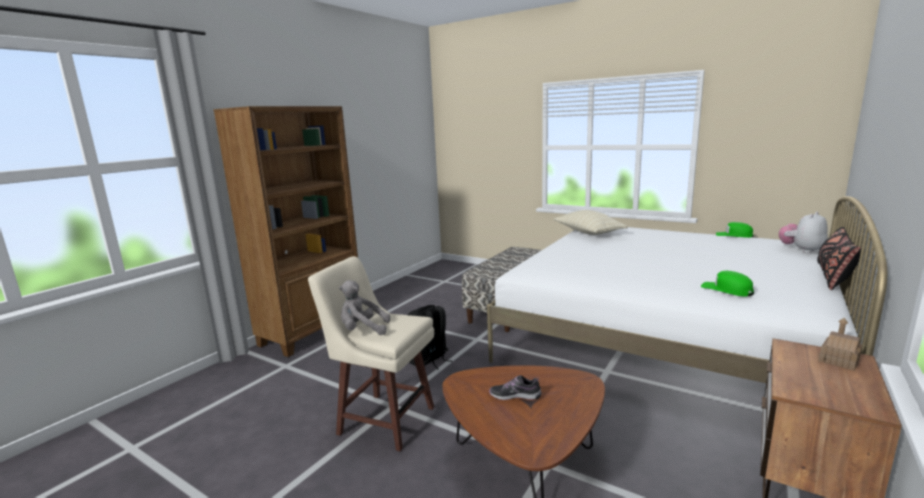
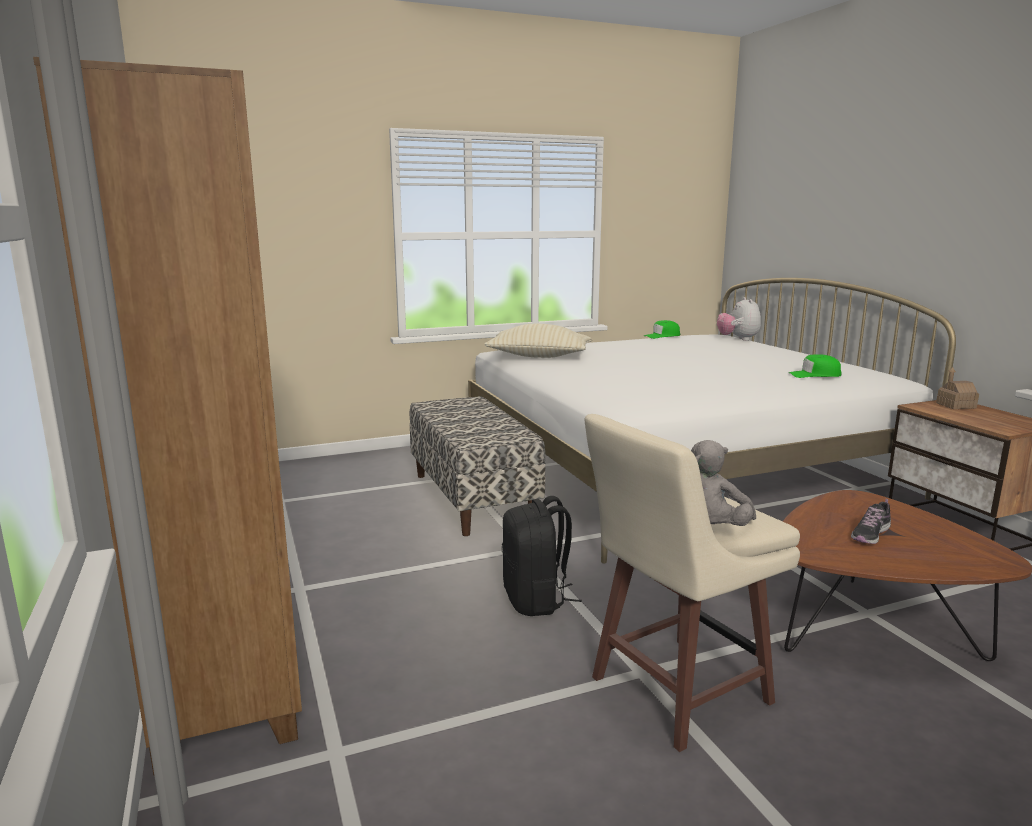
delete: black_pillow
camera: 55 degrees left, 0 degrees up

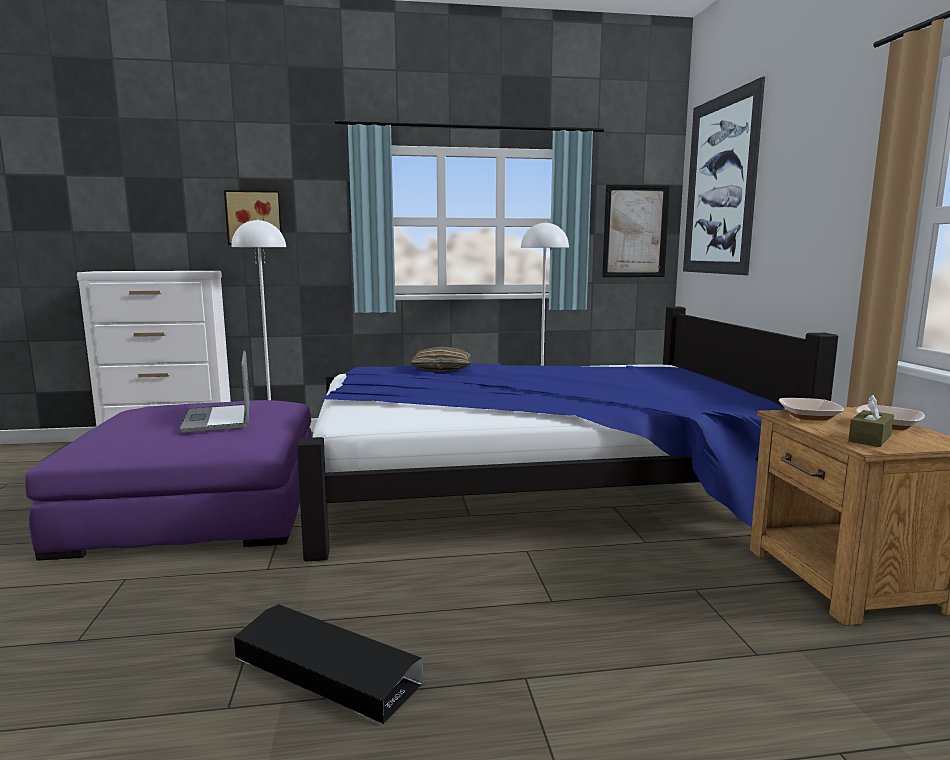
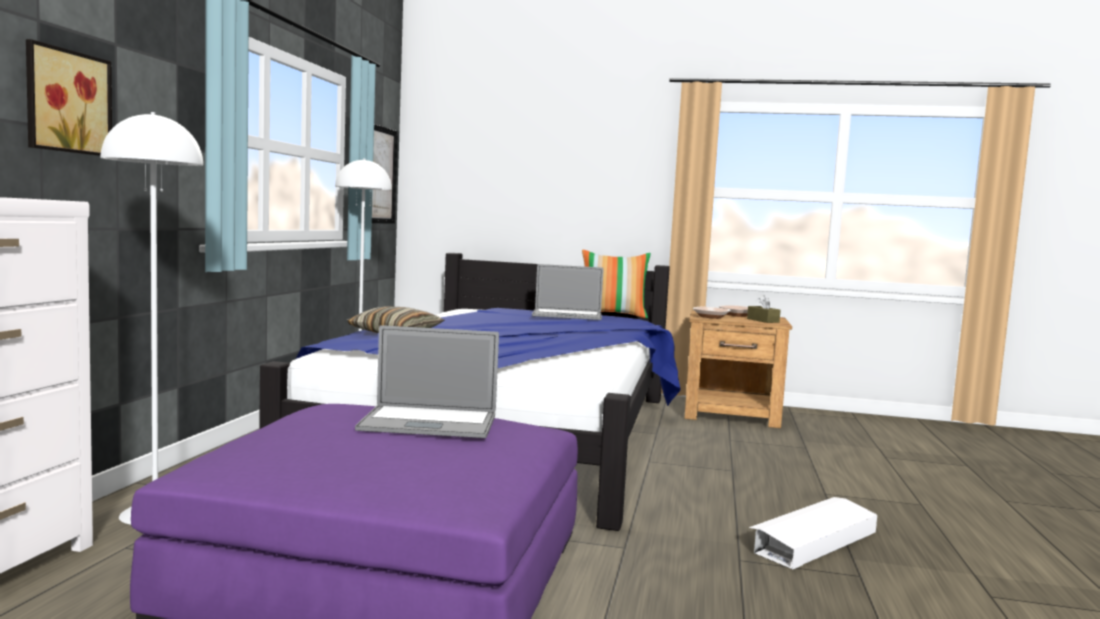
delete: picture (3rd from left)
insert: laptop (2nd from left); pillow (2nd from left)
recolor: black_storage_box to white_storage_box
camera: 70 degrees left, 5 degrees down

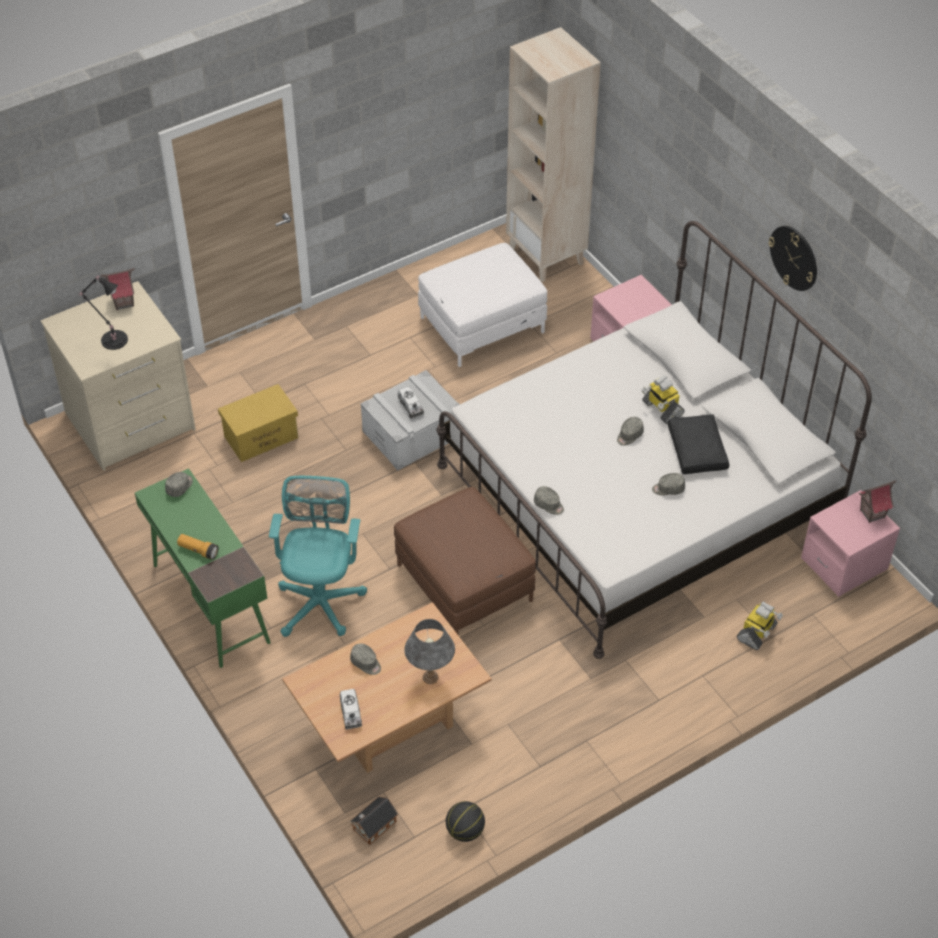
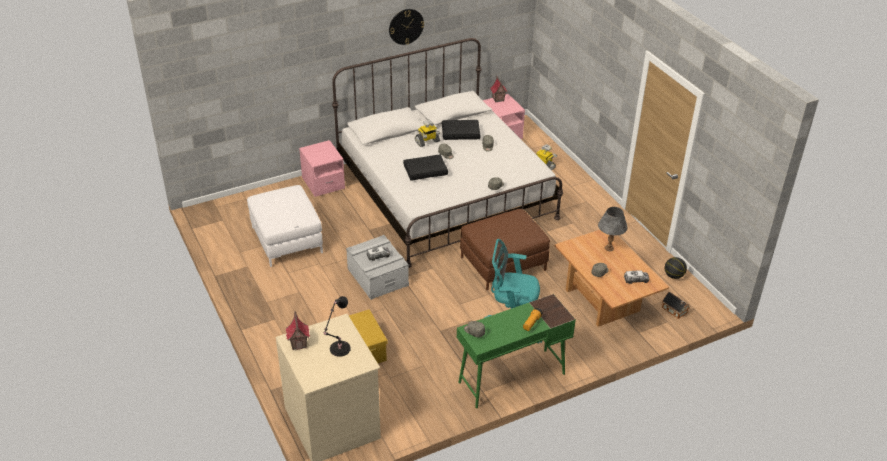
delete: beige_bookcase
insert: black_pillow (1st from left)
camera: 85 degrees left, 10 degrees down

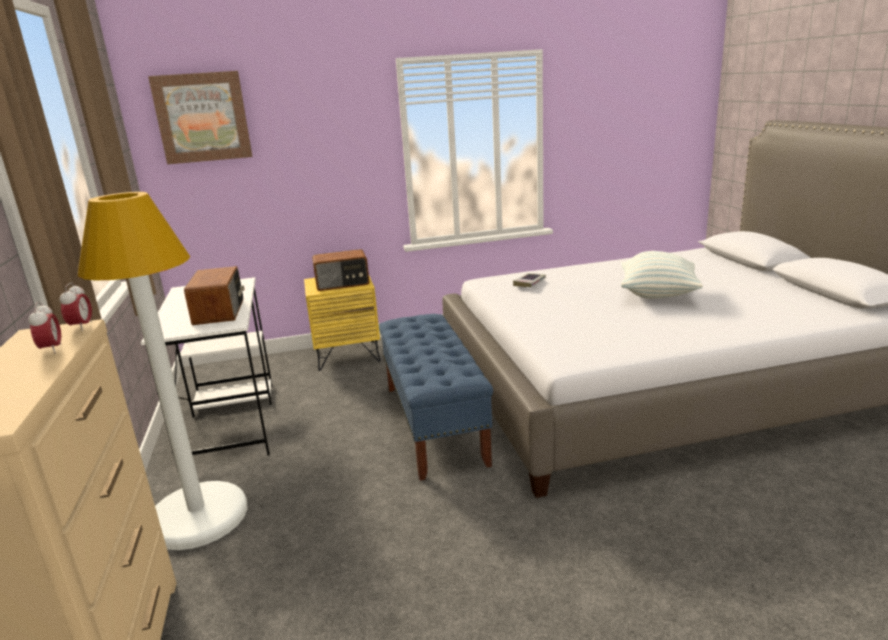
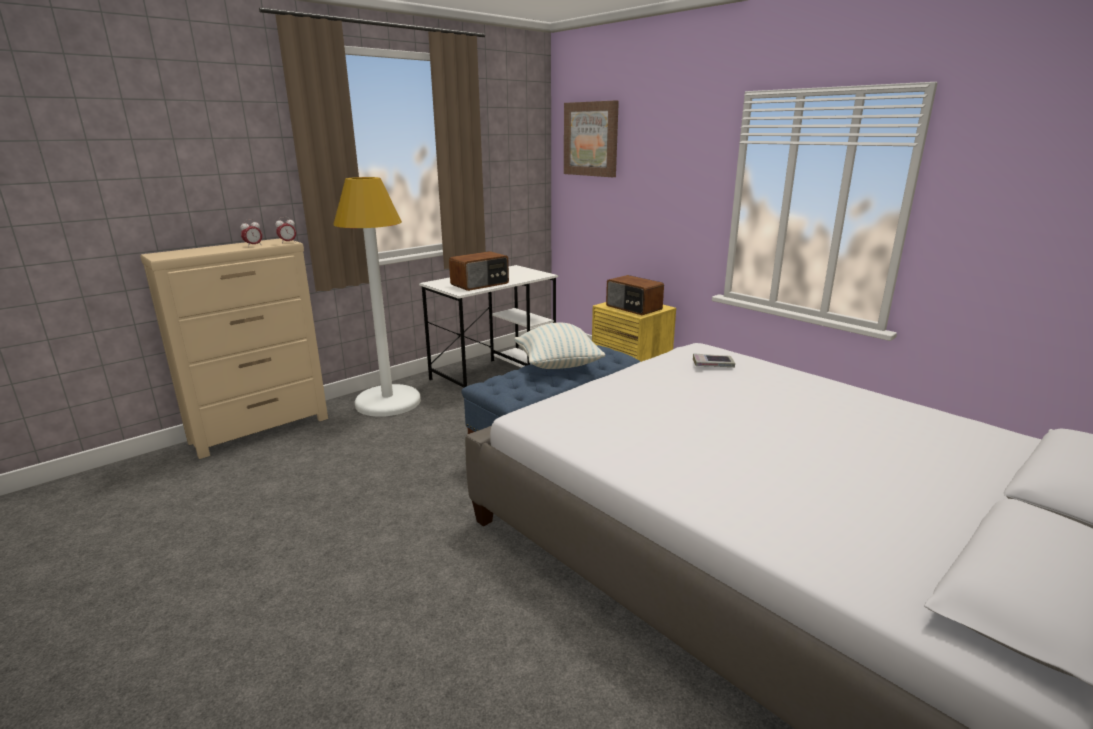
move: pillow
camera: 60 degrees right, 0 degrees up

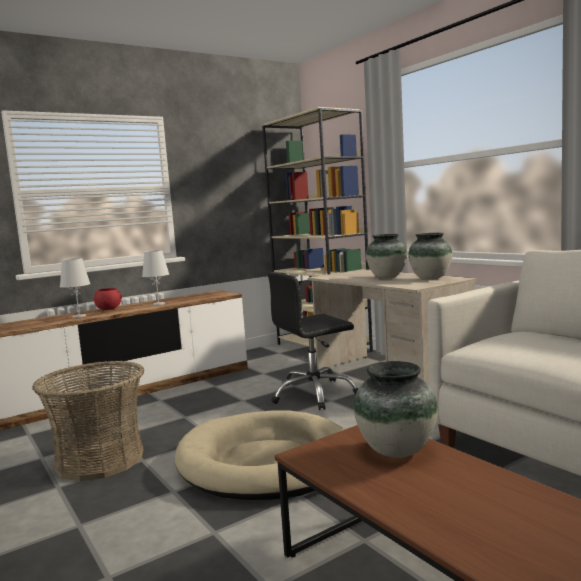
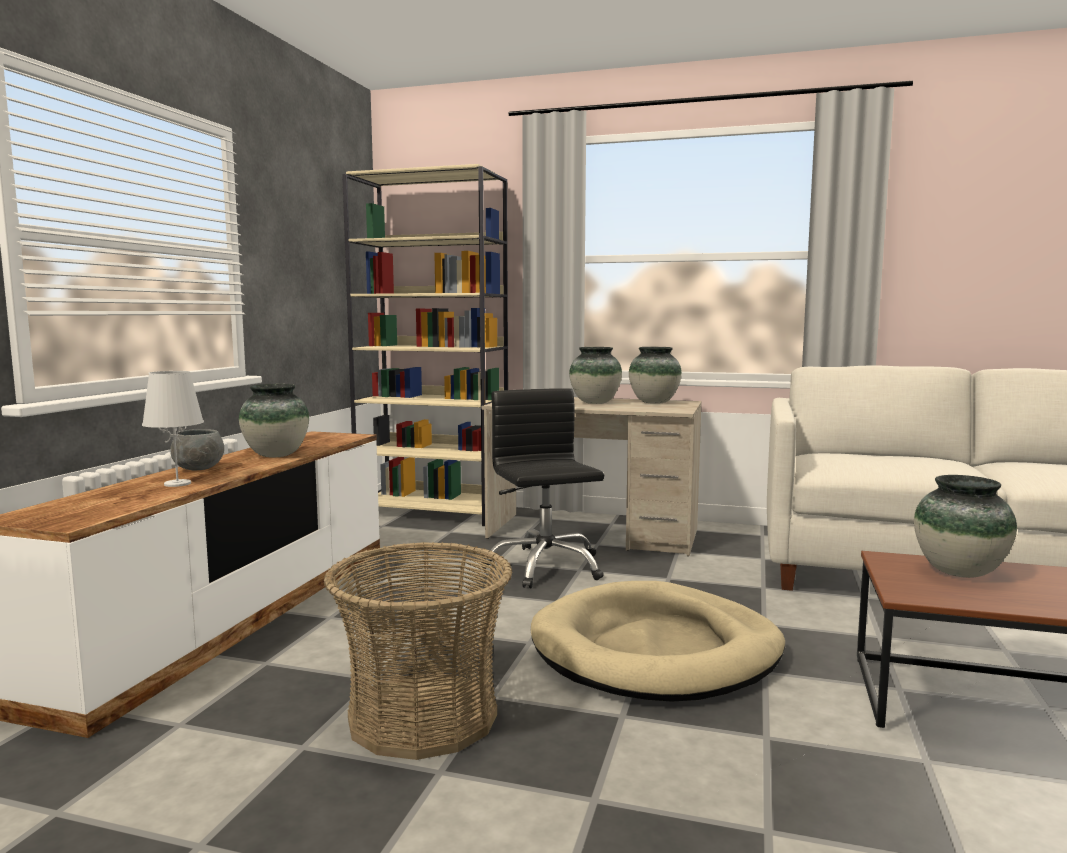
replace: white_table_lamp (2nd from left) to vase (1st from left)
recolor: red_bowl to grey_bowl
rotate: black_office_chair 135 degrees clockwise
camera: 40 degrees left, 0 degrees up

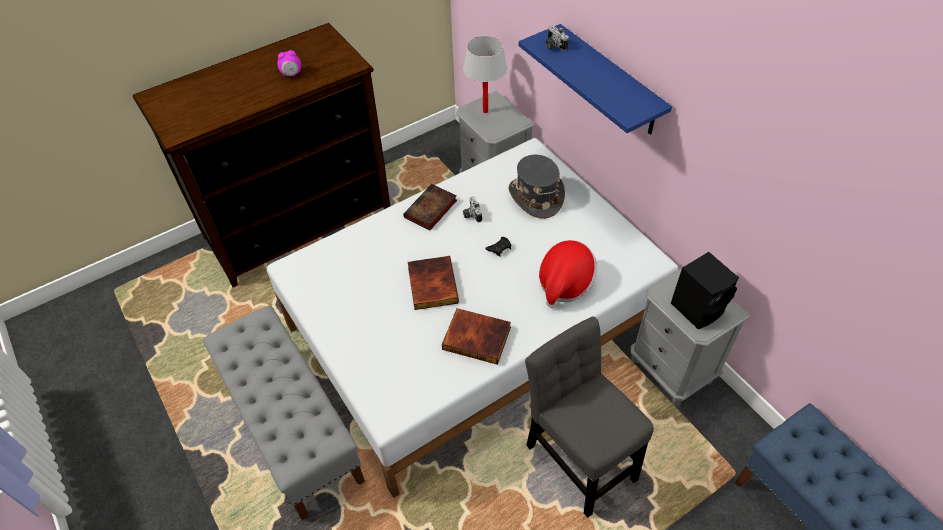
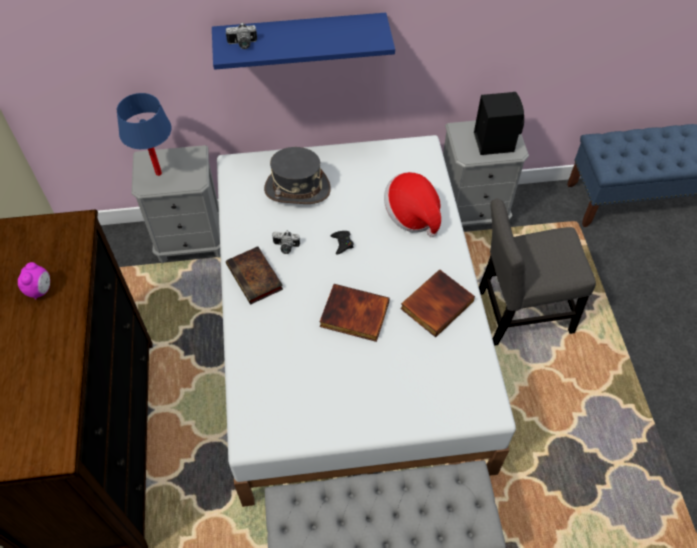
recolor: white_table_lamp to blue_table_lamp
camera: 65 degrees left, 5 degrees up

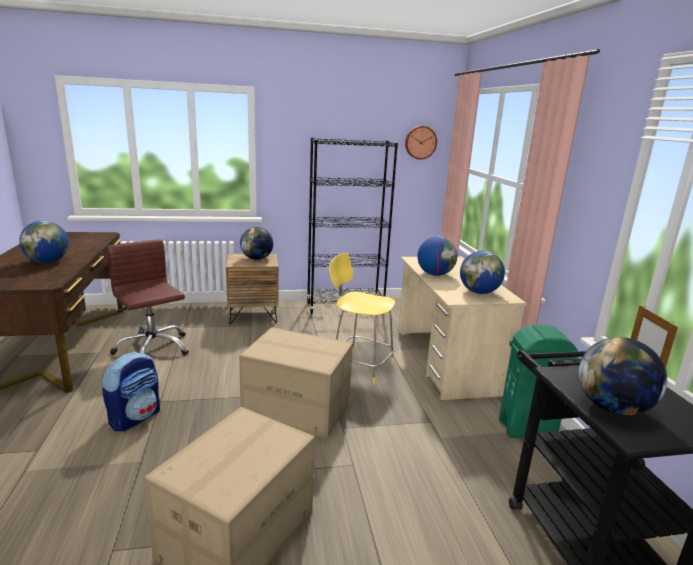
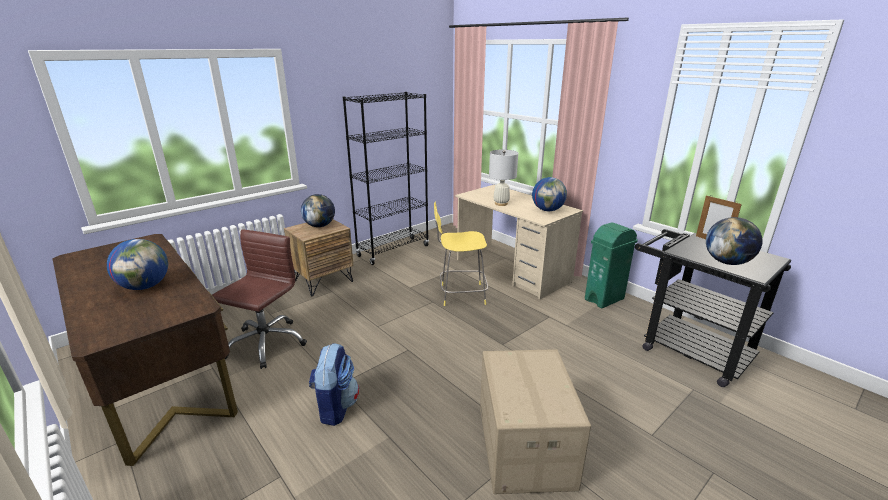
delete: cardboard_box (2nd from left); wall_clock
replace: globe (3rd from left) to white_table_lamp
rotate: brown_office_chair 90 degrees clockwise
camera: 30 degrees left, 5 degrees up

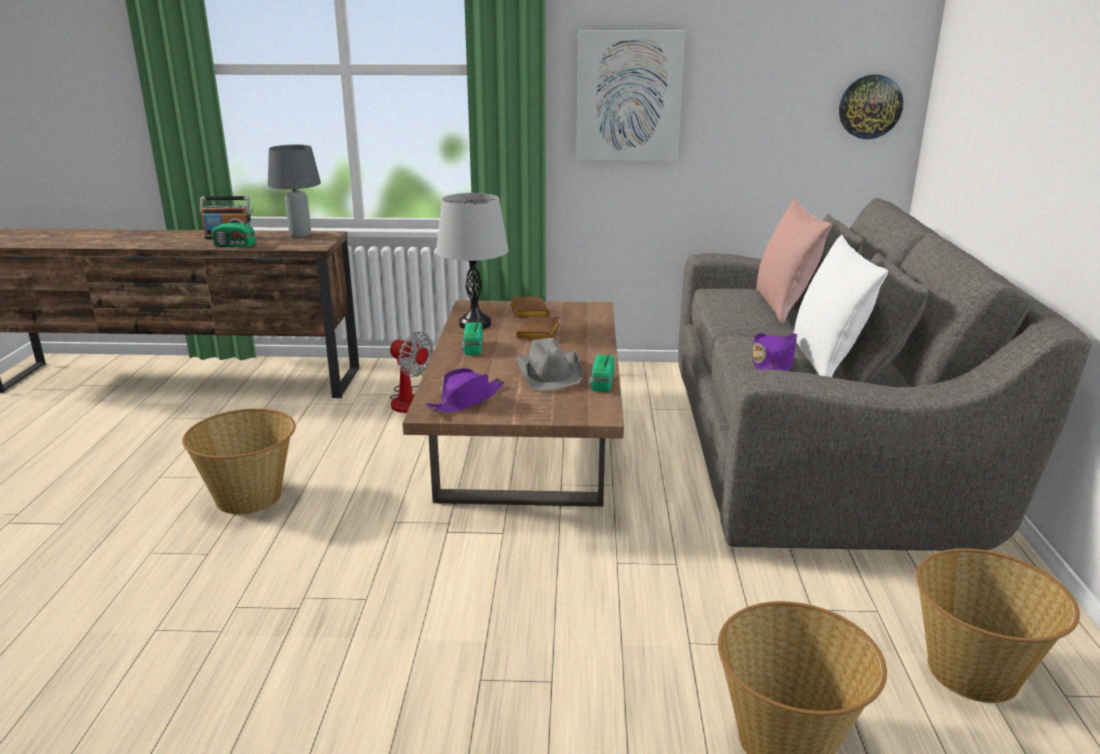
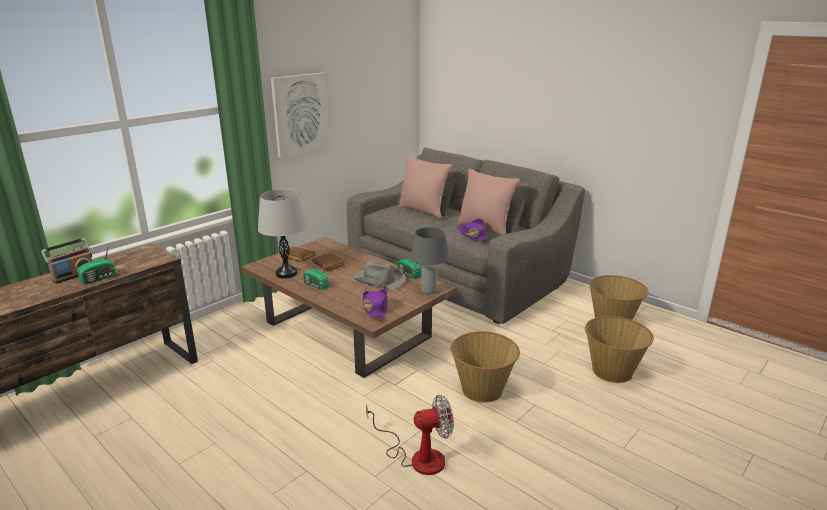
delete: wall_clock
move: fan; grey_table_lamp (1st from left in the first image) to grey_table_lamp (2nd from left); basket (1st from left)
recolor: white_pillow to pink_pillow (2nd from left)
camera: 50 degrees left, 0 degrees up

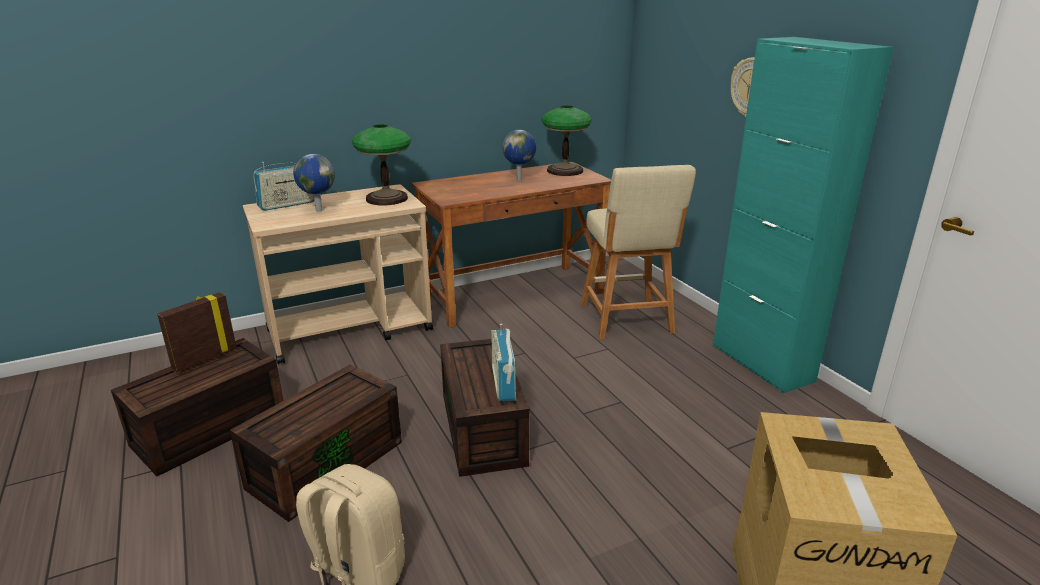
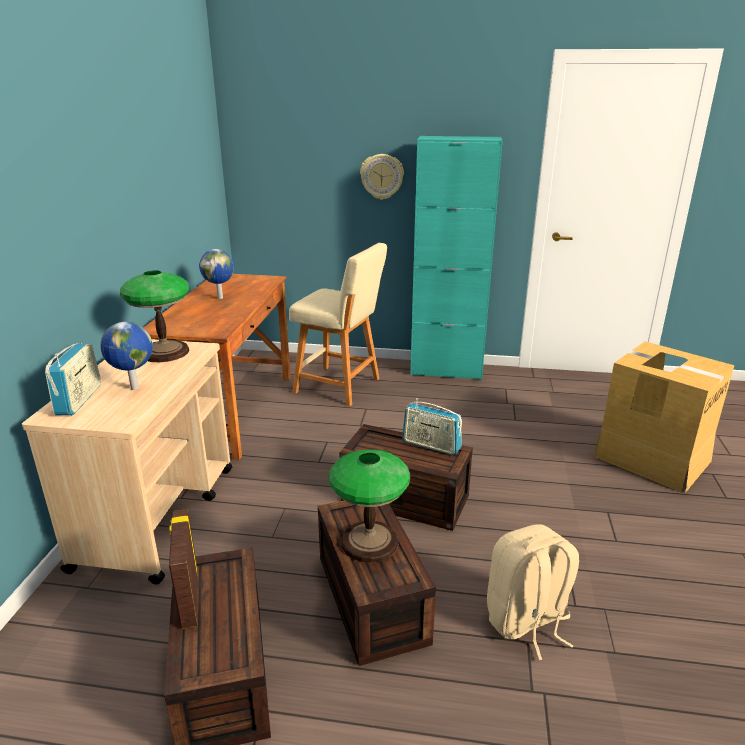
move: table_lamp (2nd from left)
camera: 55 degrees left, 0 degrees up

